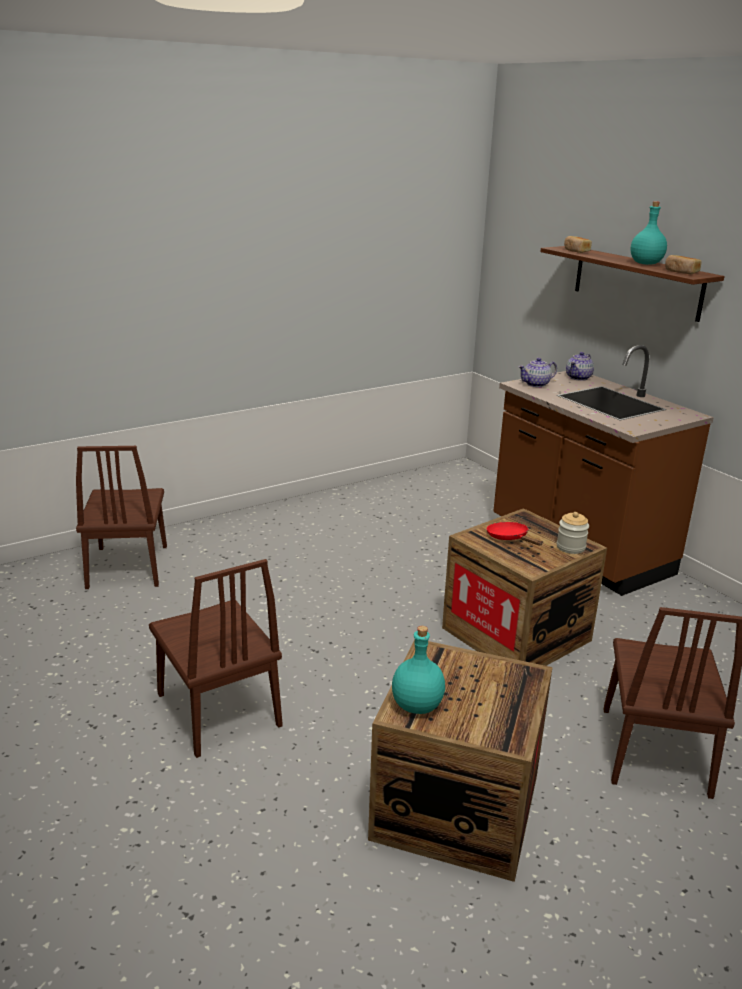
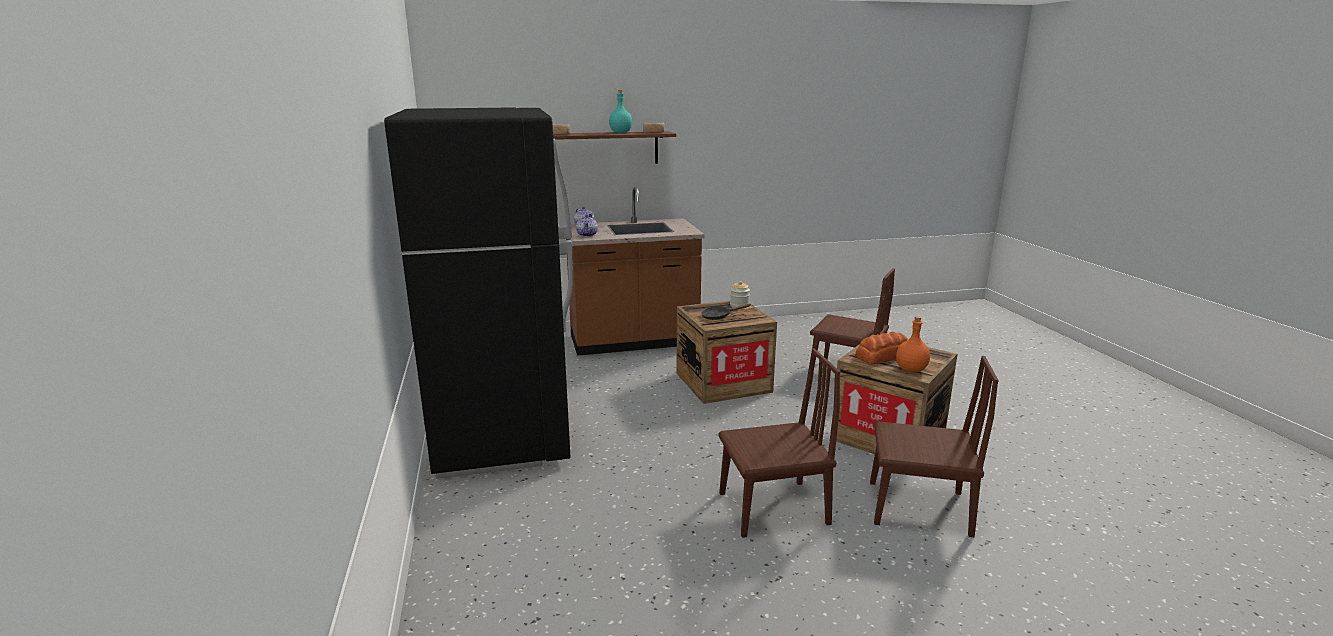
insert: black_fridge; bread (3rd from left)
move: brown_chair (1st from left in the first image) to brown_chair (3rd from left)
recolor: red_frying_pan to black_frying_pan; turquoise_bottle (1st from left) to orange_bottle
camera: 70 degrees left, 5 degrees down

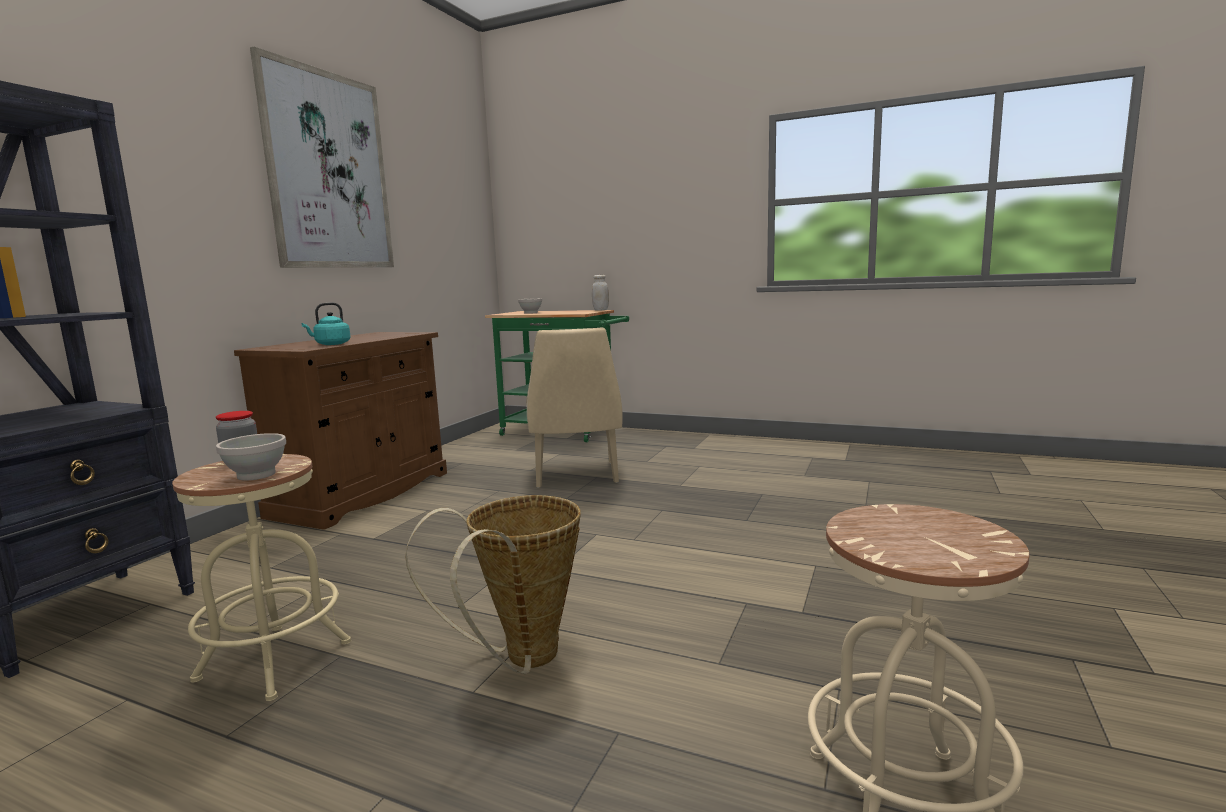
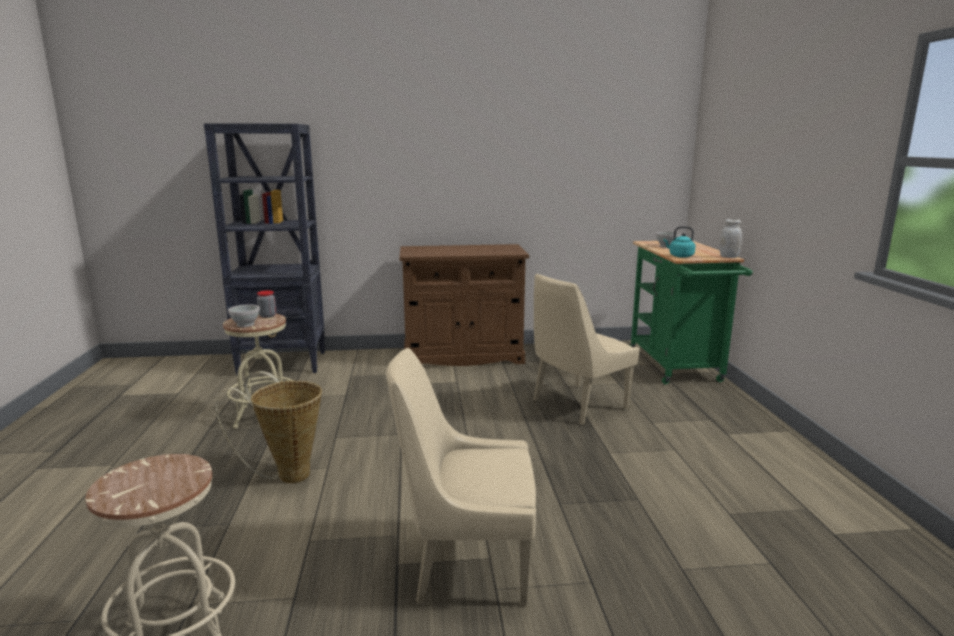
delete: picture
insert: beige_chair (1st from left)
move: turquoise_kettle
camera: 60 degrees right, 5 degrees up

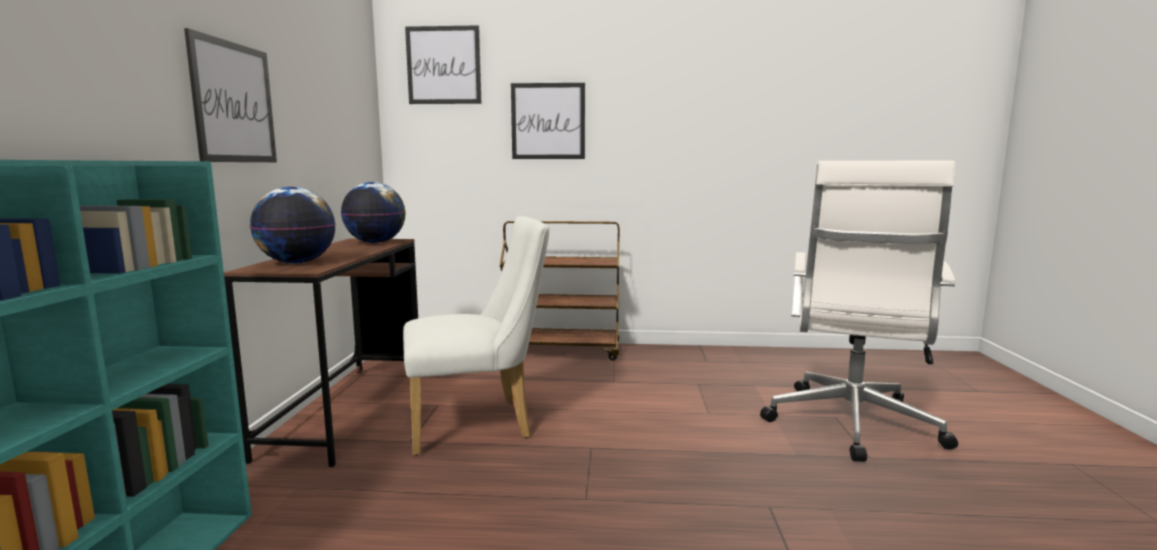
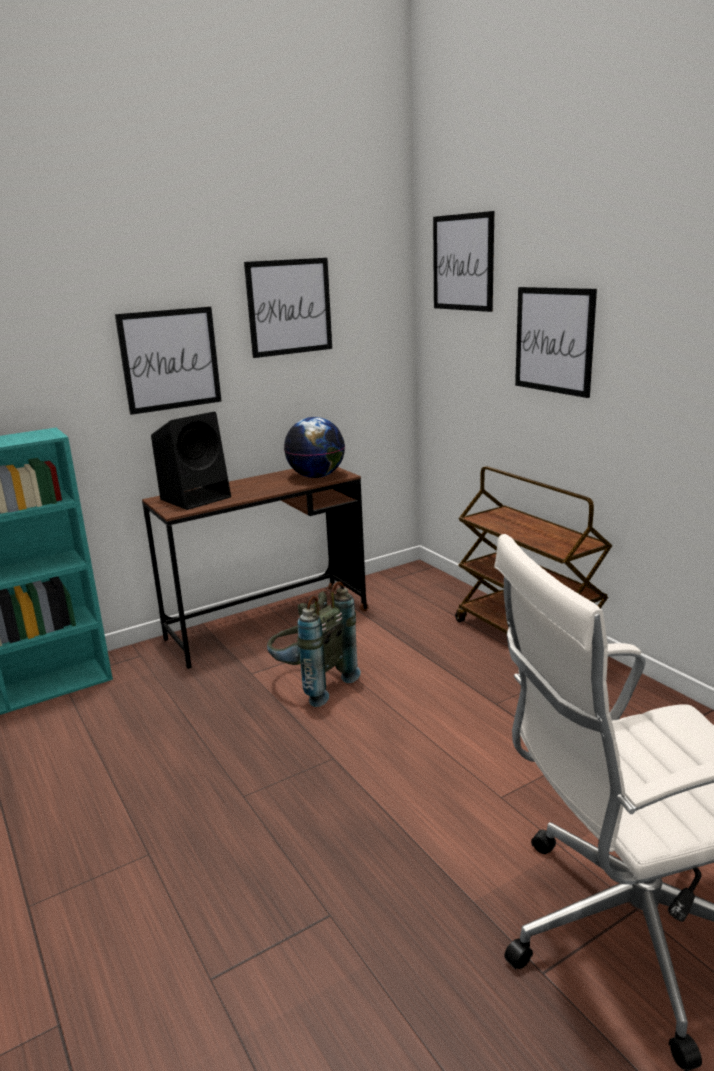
insert: picture (2nd from left)
replace: globe (1st from left) to black_speaker; white_chair to grey_backpack
camera: 55 degrees right, 10 degrees up

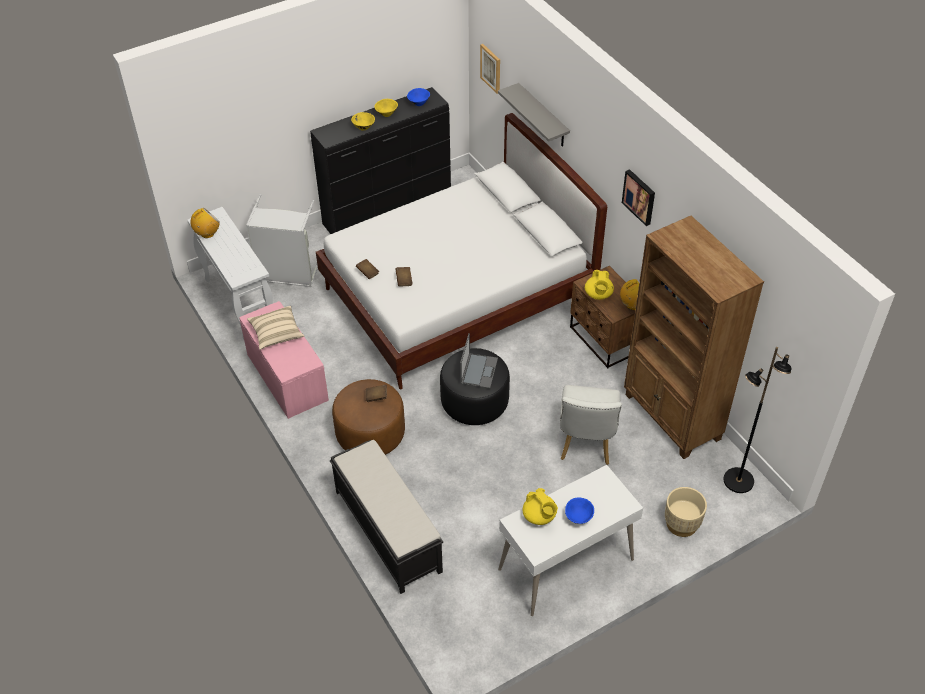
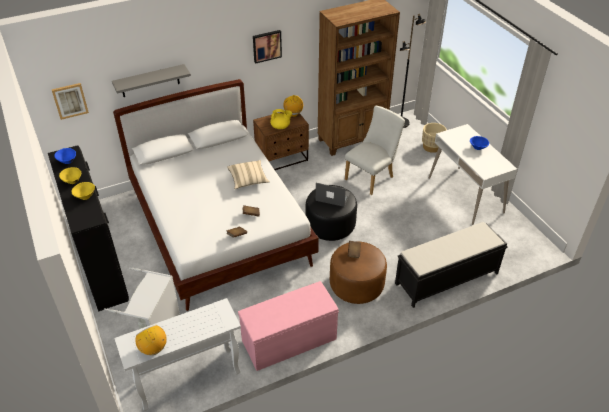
delete: yellow_teapot (1st from left)
move: beige_pillow
rotate: white_chair 60 degrees counterclockwise
camera: 85 degrees left, 5 degrees down

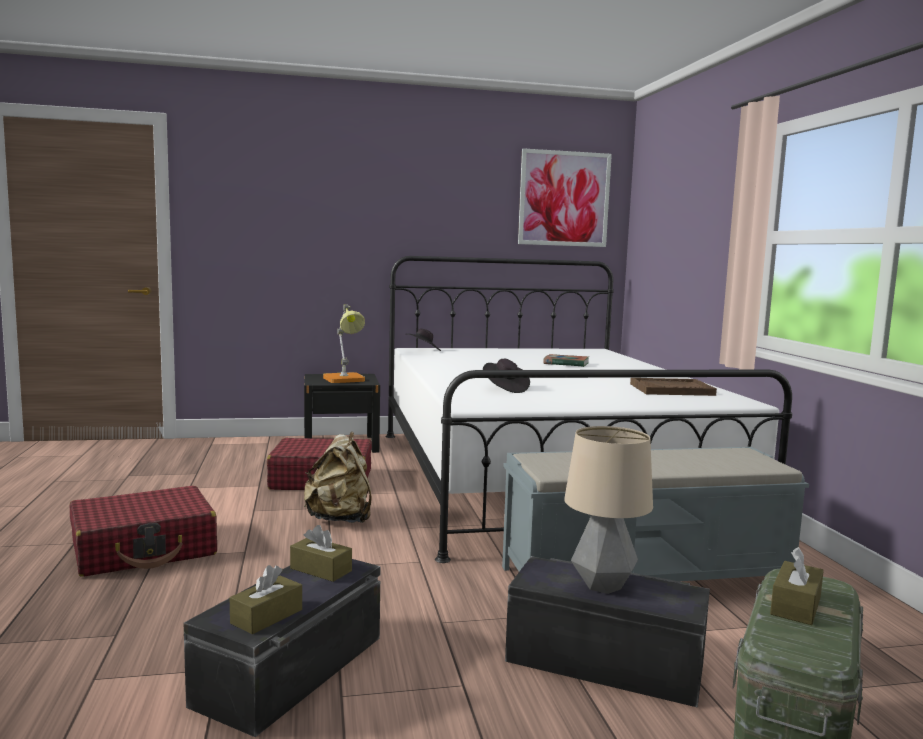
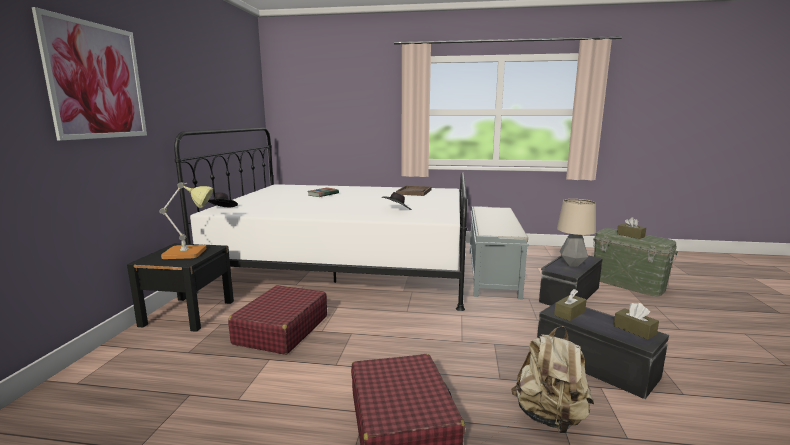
move: picture; beige_backpack
camera: 70 degrees left, 5 degrees up

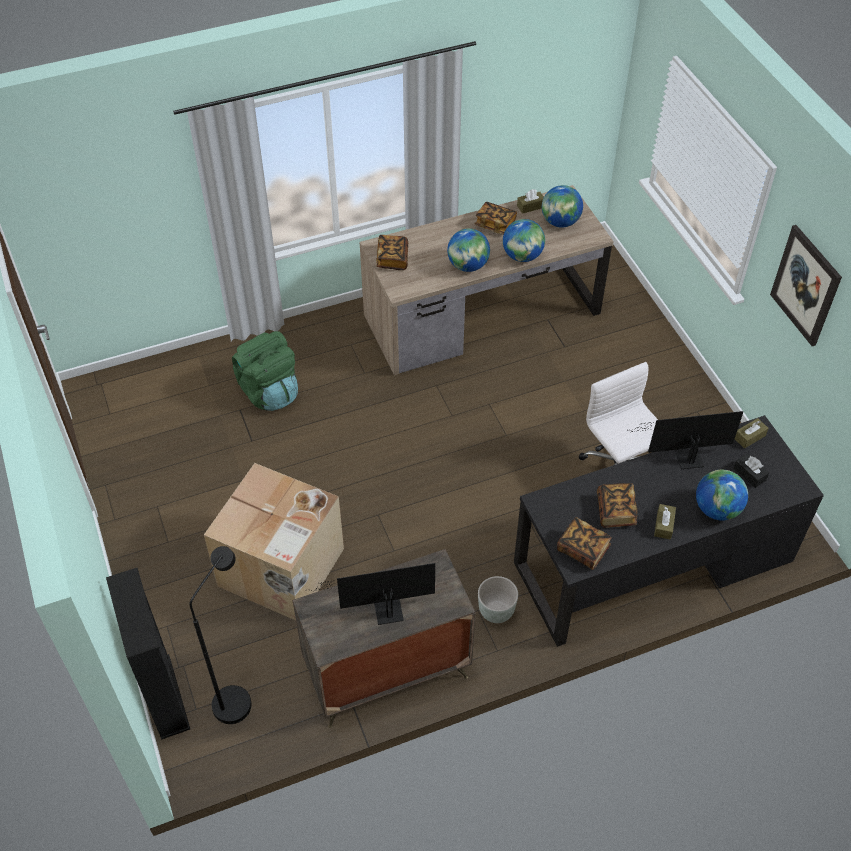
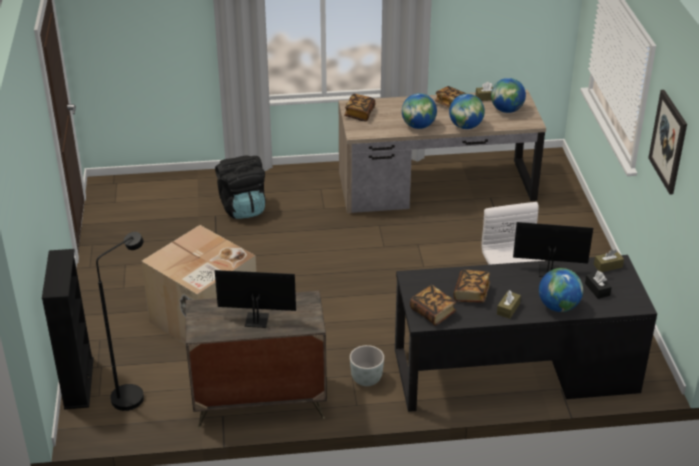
recolor: green_backpack to black_backpack
camera: 15 degrees right, 15 degrees down

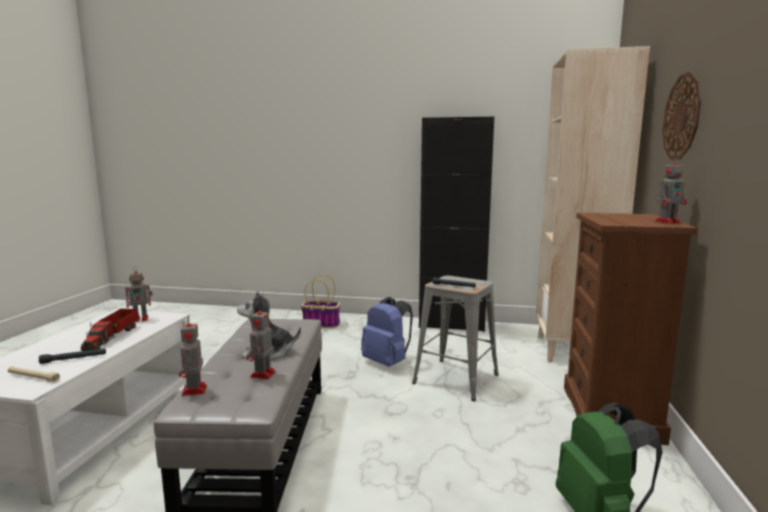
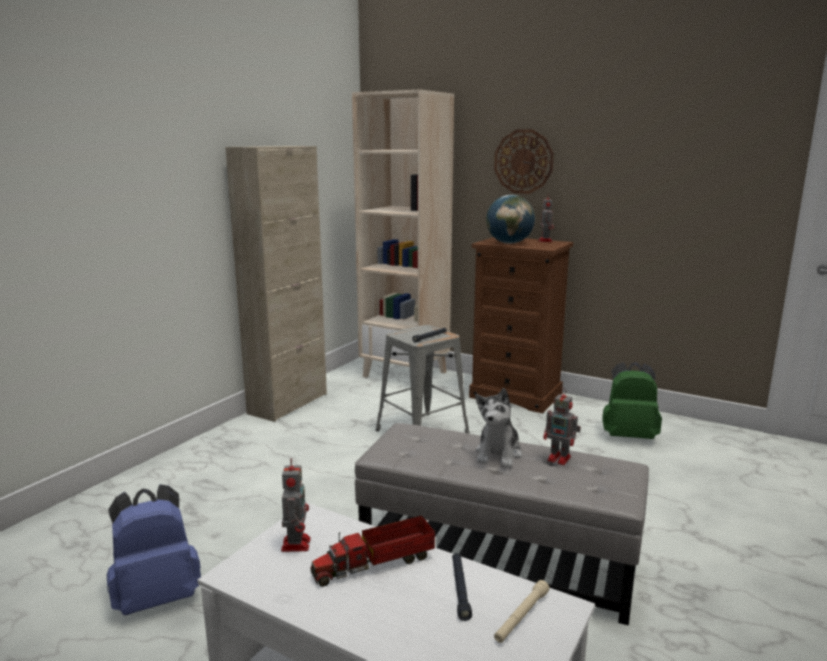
delete: toy_robot (2nd from left); basket
insert: globe
move: blue_backpack
recolor: black_cabinet to beige_cabinet
rotate: toy_truck 135 degrees clockwise
camera: 70 degrees left, 5 degrees up

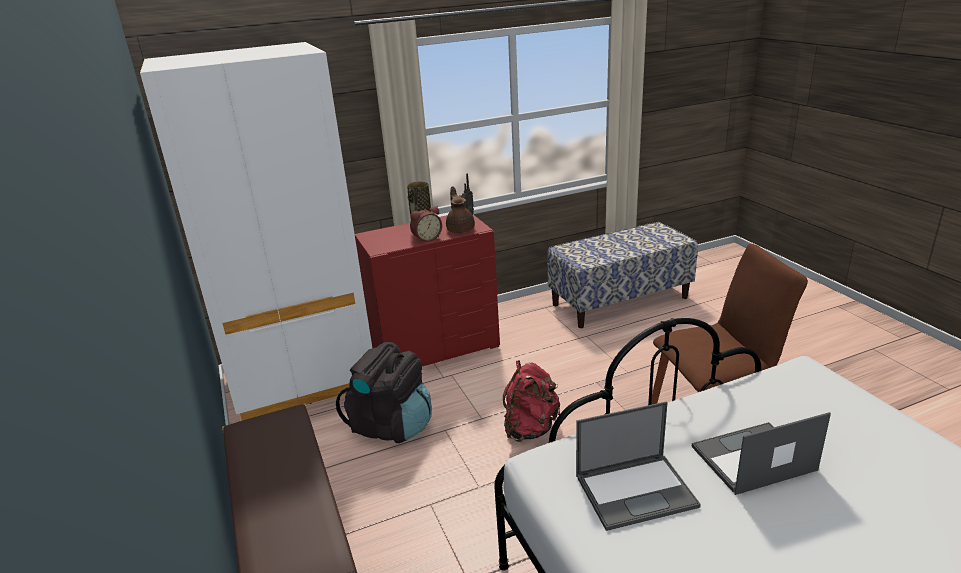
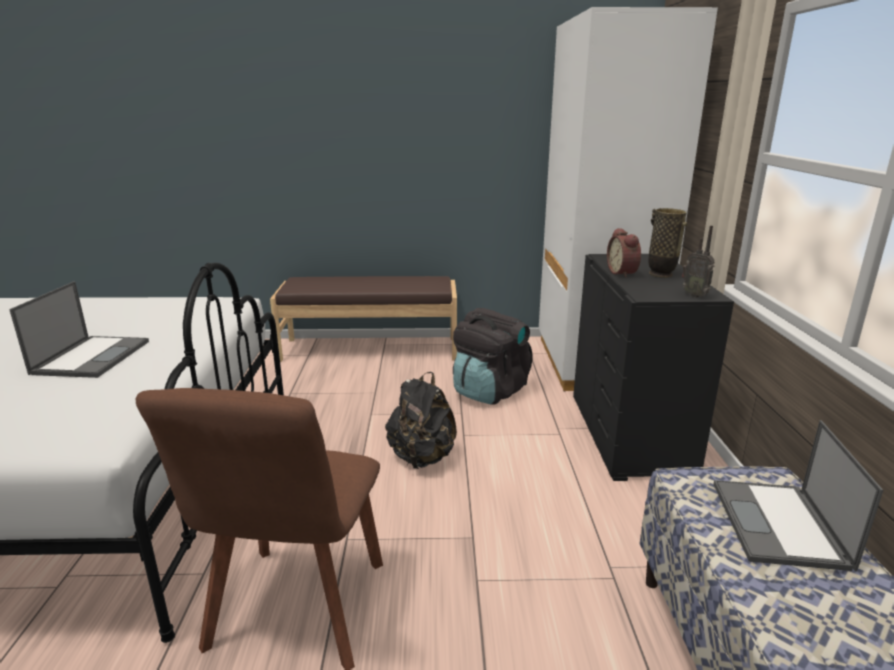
delete: brown_teapot
move: laptop (1st from left in the first image) to laptop (2nd from left)
recolor: red_backpack to black_backpack (1st from left); red_dresser to black_dresser
camera: 110 degrees right, 5 degrees down

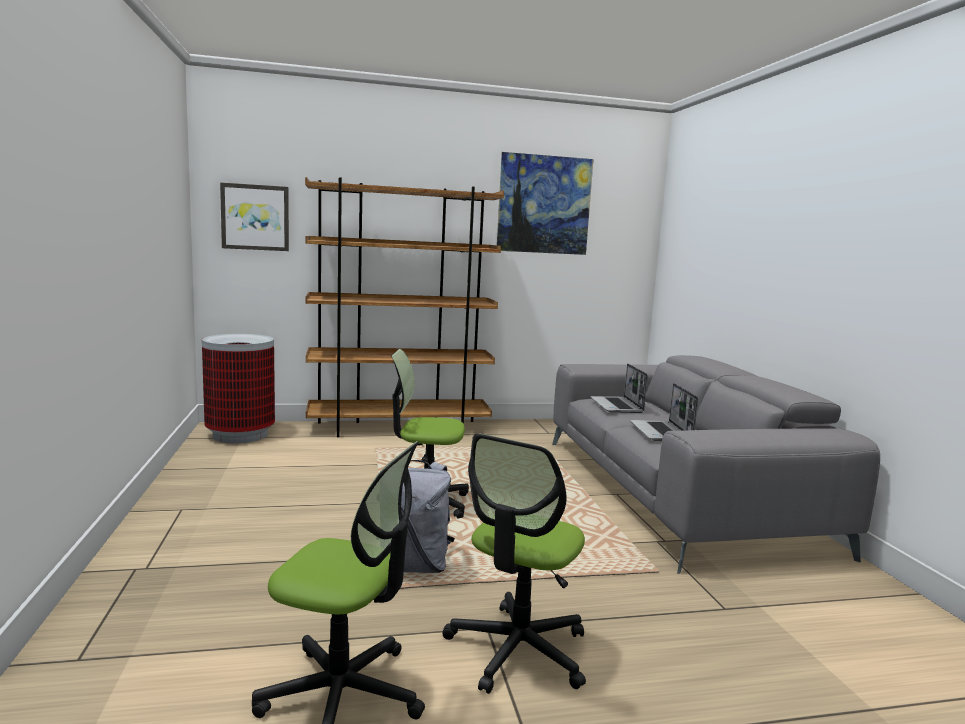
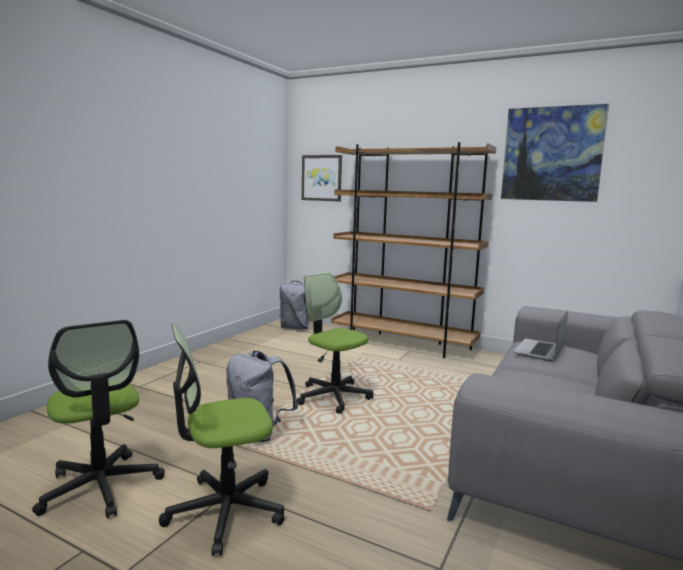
delete: laptop (2nd from left)
replace: trash_can to grey_backpack (2nd from left)
camera: 40 degrees right, 0 degrees up

